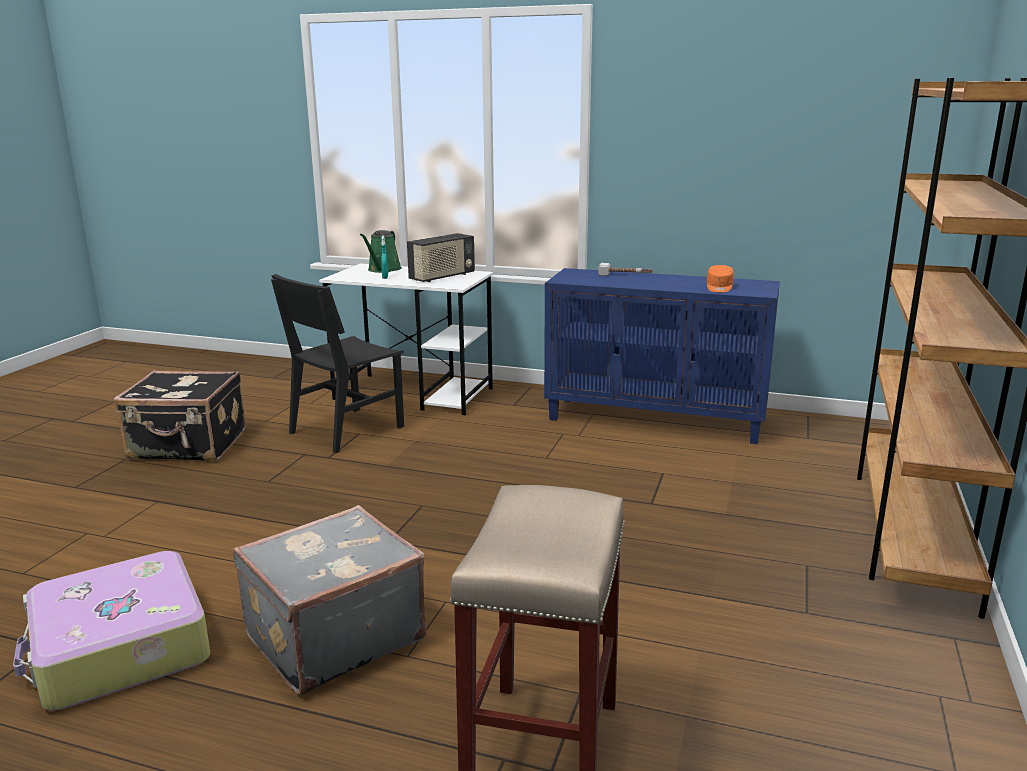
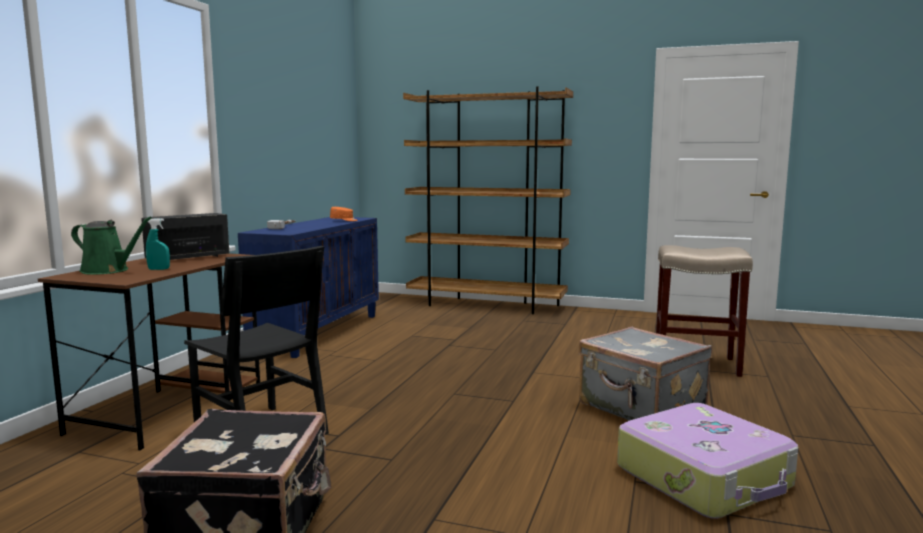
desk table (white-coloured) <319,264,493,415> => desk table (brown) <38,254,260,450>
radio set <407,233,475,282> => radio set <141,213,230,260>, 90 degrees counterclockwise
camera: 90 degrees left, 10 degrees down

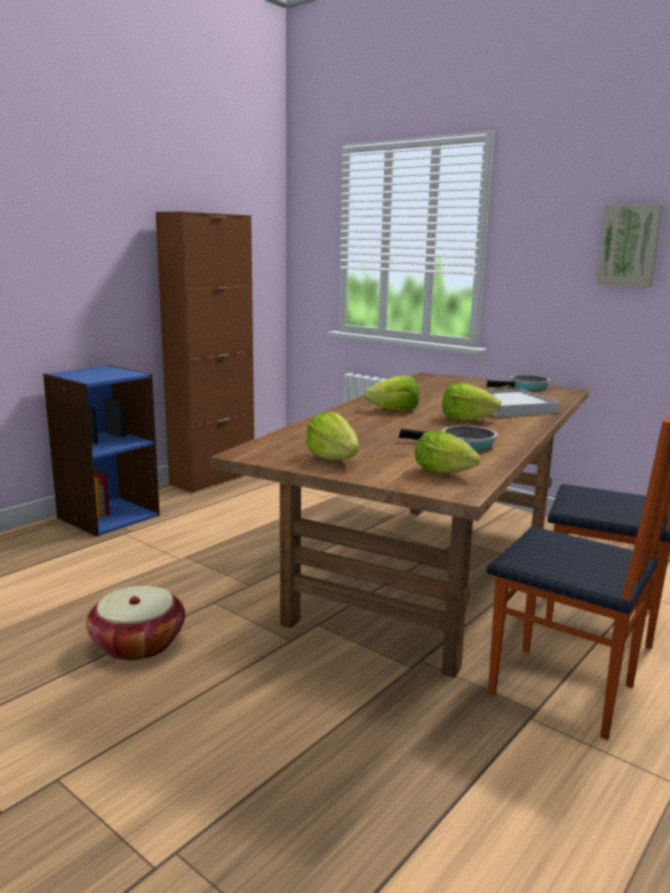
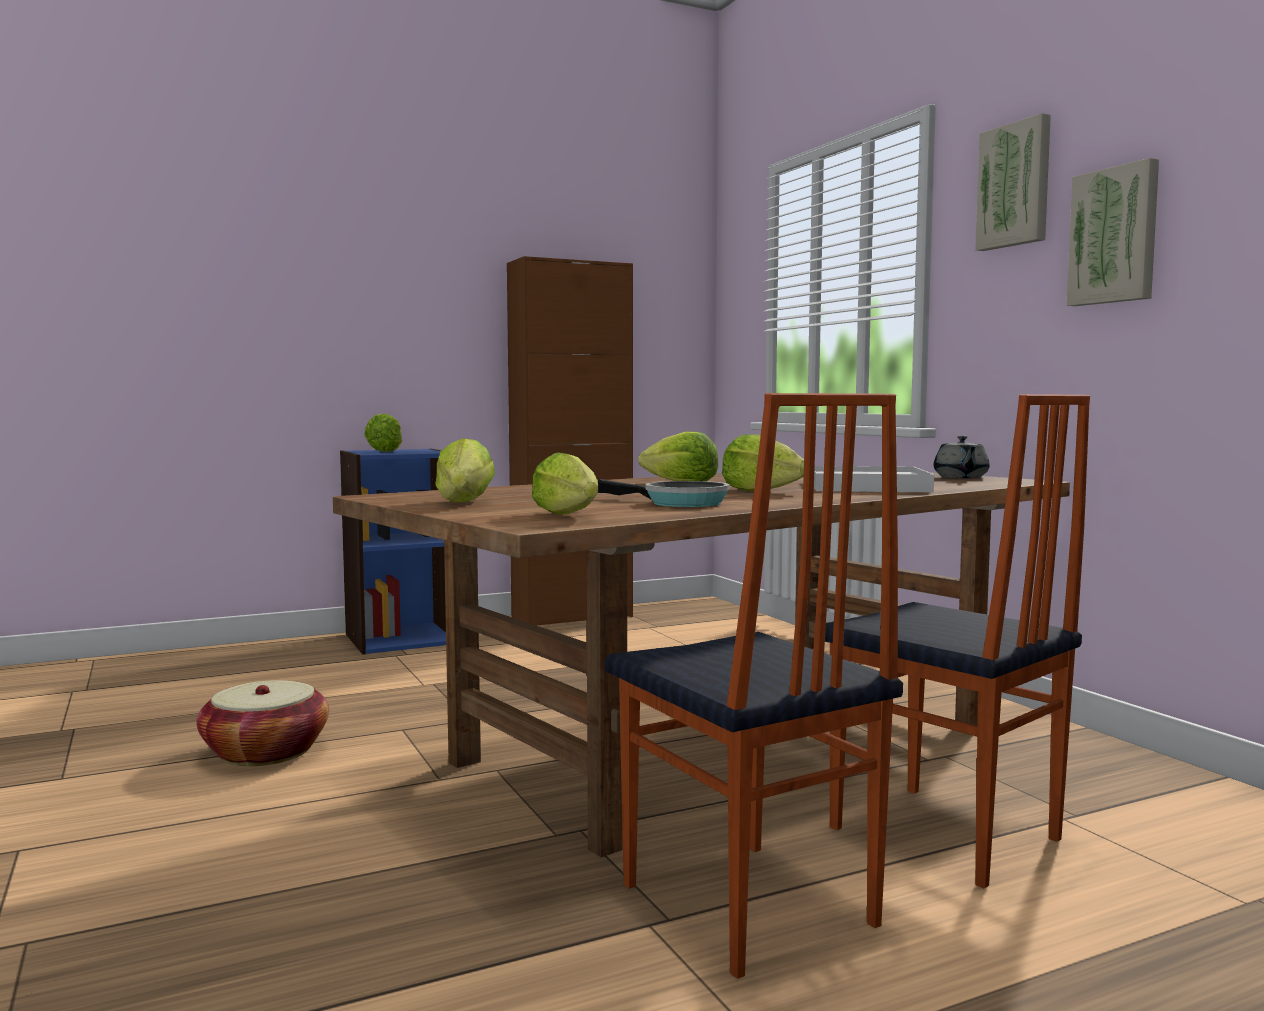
nothing => lettuce head <364,414,402,452>
pan <487,375,550,390> => teapot (grey) <934,436,990,478>
nothing => wall art <975,113,1051,251>
camera: 25 degrees right, 10 degrees down

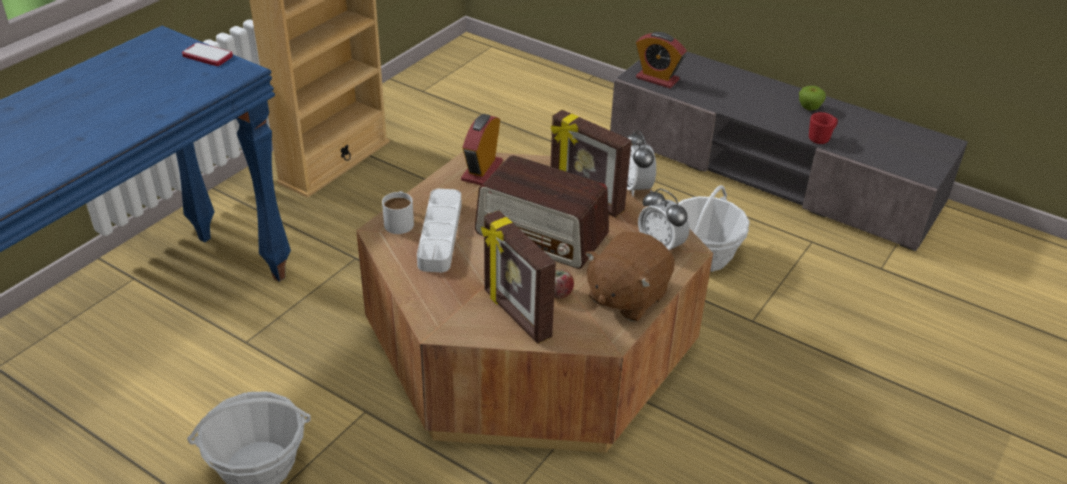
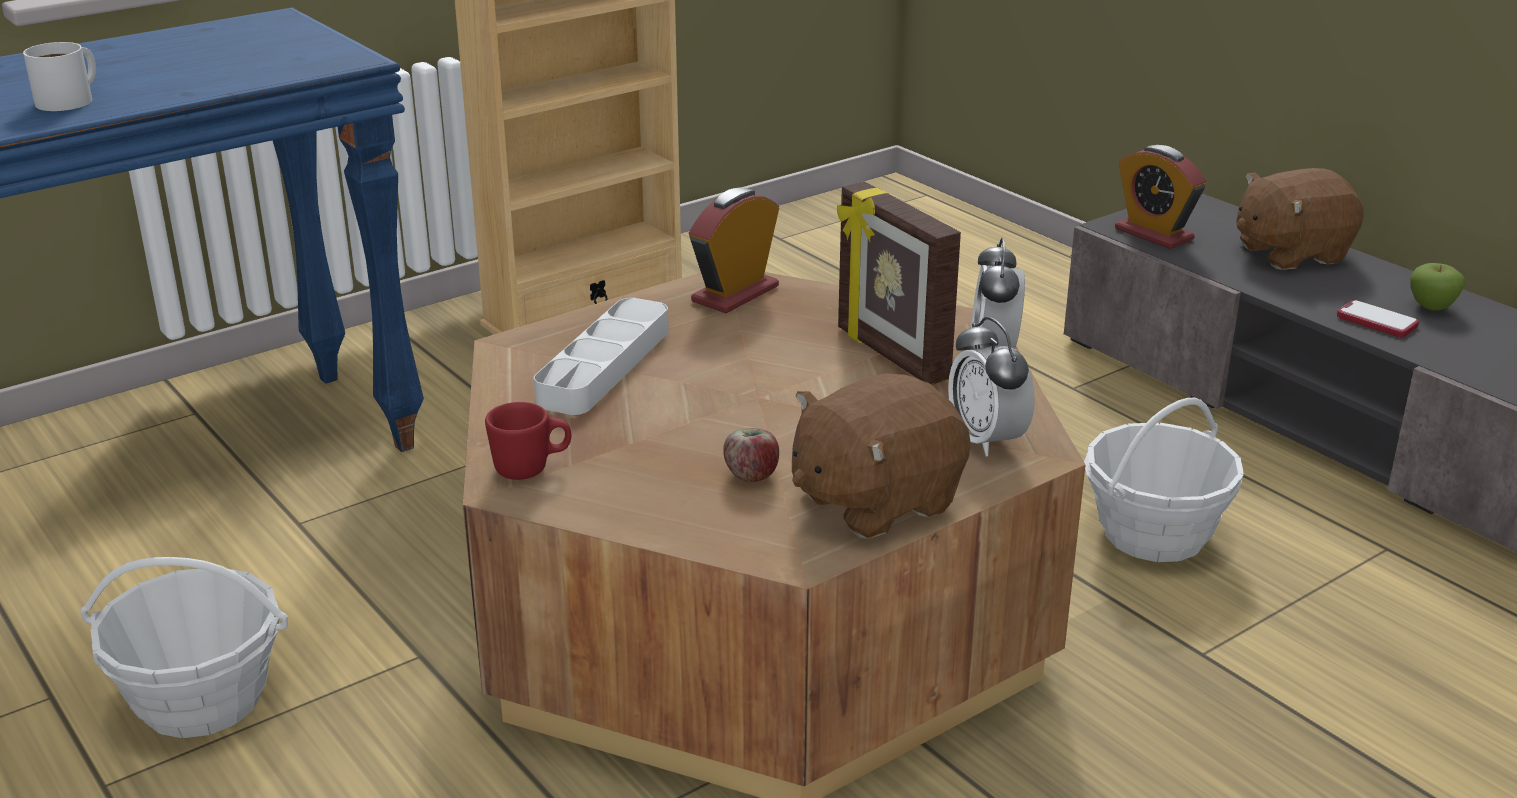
tea mug (white-coloured) <382,191,414,234> => tea mug (white-coloured) <23,42,96,111>, moved
tea mug (red-coloured) <809,112,838,144> => tea mug (red-coloured) <485,402,571,480>, moved
nothing => soft toy (brown) <1236,168,1364,270>
phone <182,43,233,66> => phone <1337,300,1419,337>, moved
radio set <475,155,609,269> => nothing
standing frame <481,210,556,344> => nothing
camera: 20 degrees right, 10 degrees down

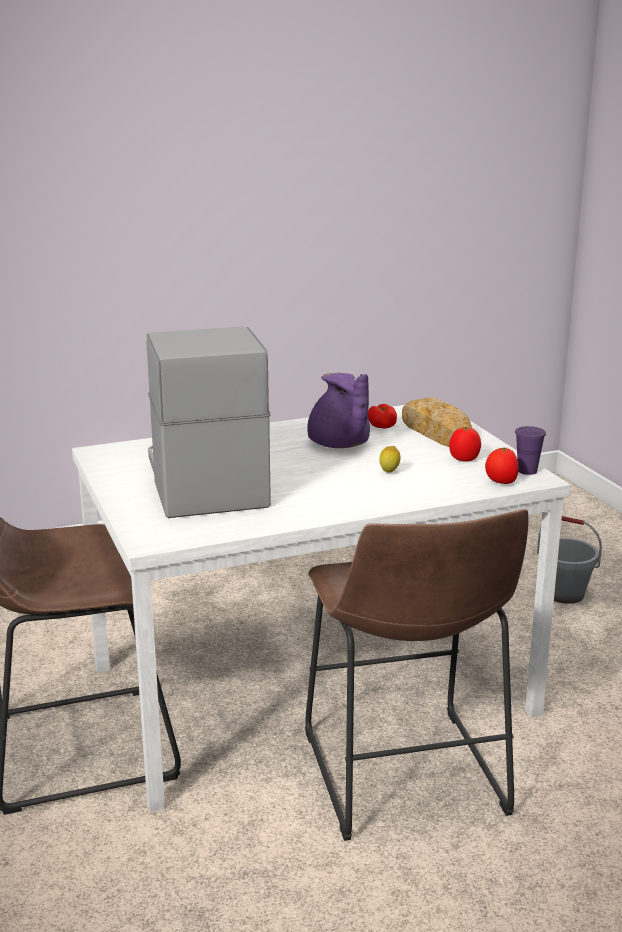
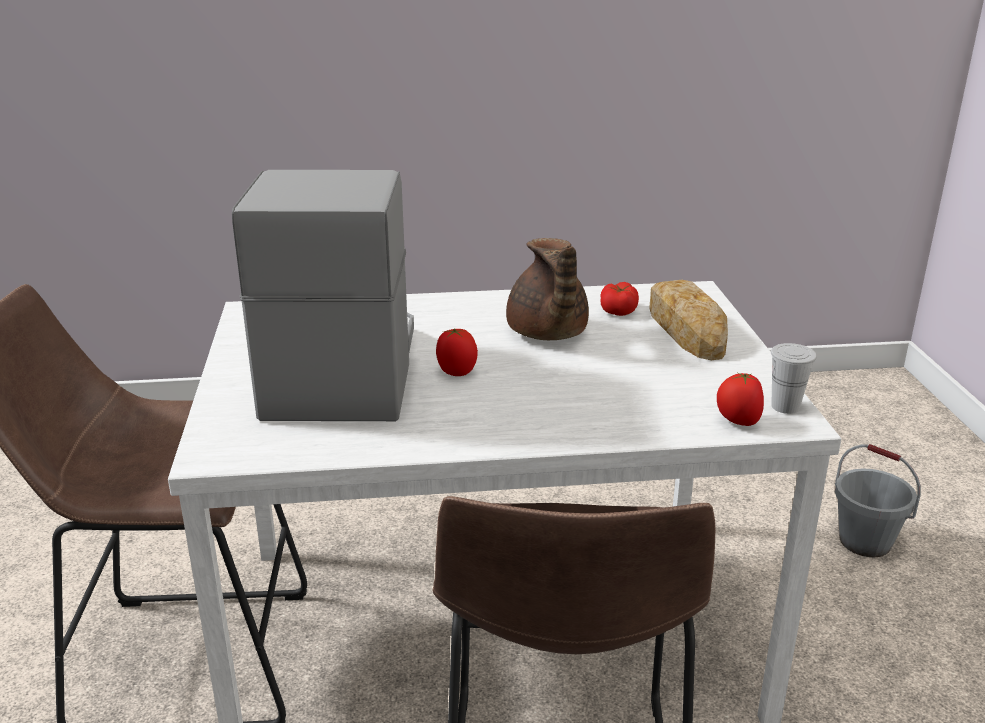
tomato <449,427,481,462> => tomato <436,328,478,376>, moved
teapot (purple-coloured) <307,373,370,448> => teapot (brown) <506,238,589,340>
small cup (purple-coloured) <515,426,546,475> => small cup (white-coloured) <771,343,817,414>
whole lemon <379,446,401,473> => nothing
camera: 15 degrees right, 5 degrees up

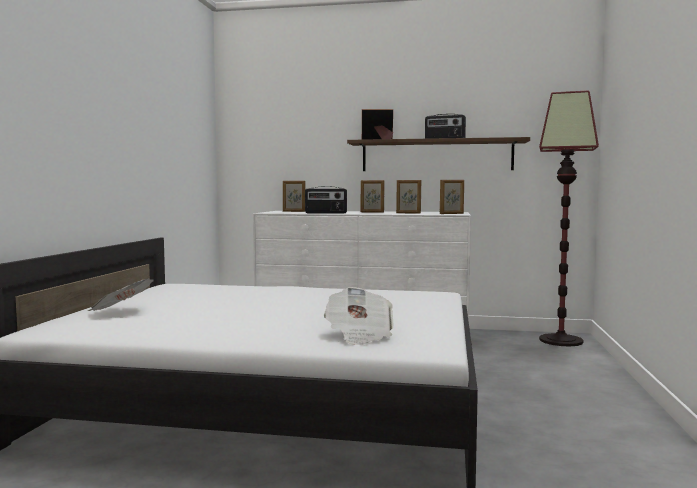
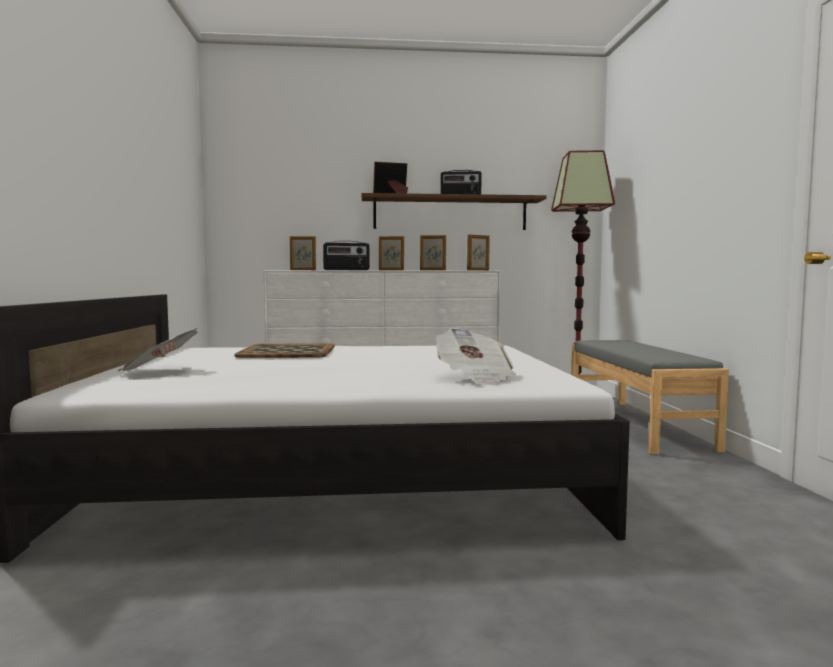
nothing => serving tray <234,343,335,358>
nothing => indoor bench (grey) <571,340,729,454>
camera: 15 degrees left, 0 degrees up

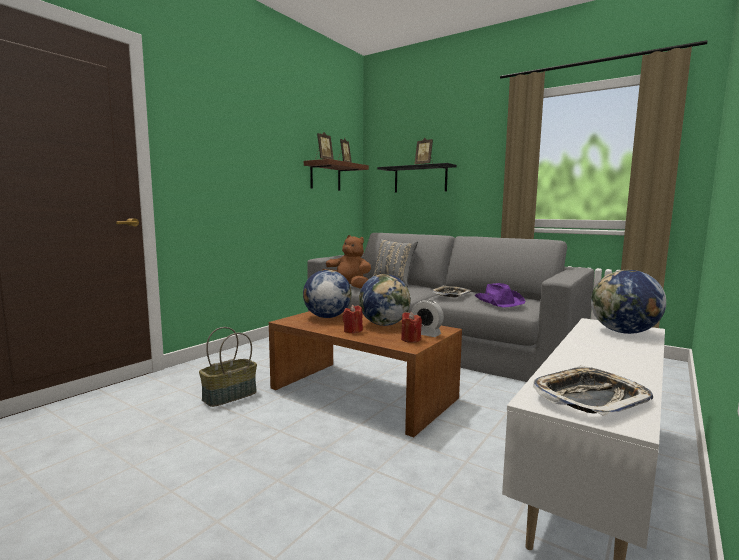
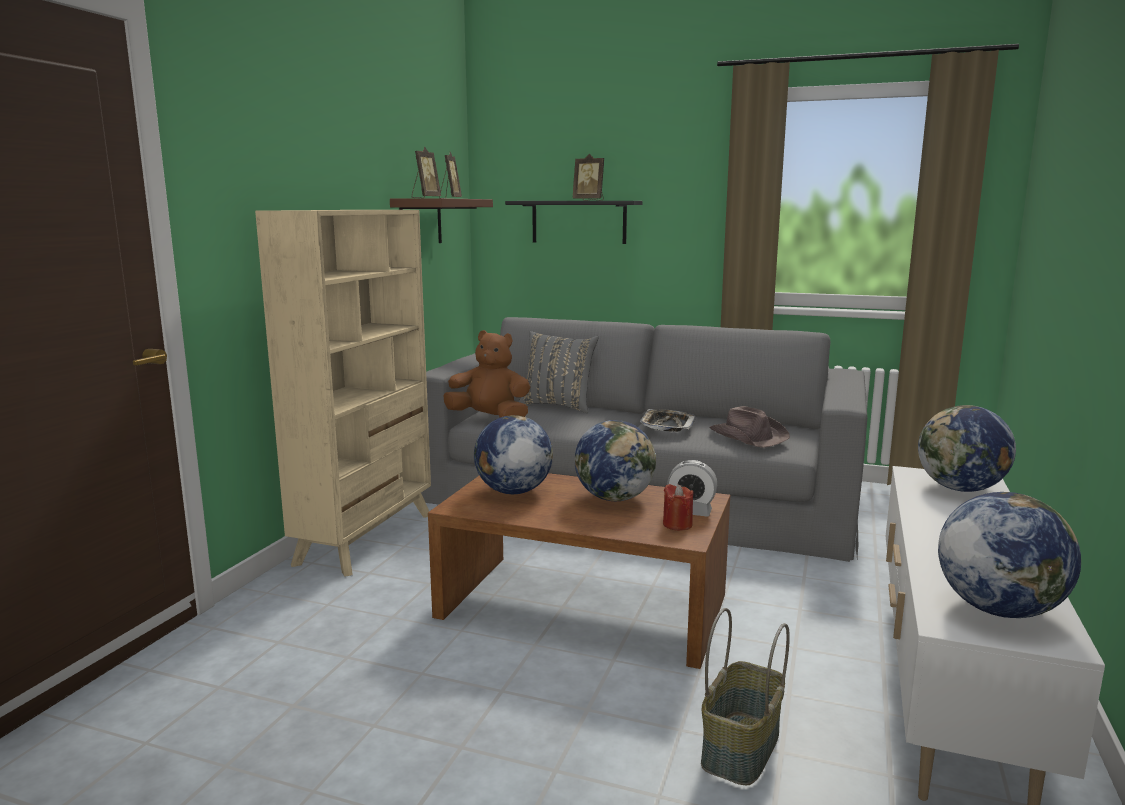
nothing => bookcase (beige-coloured) <255,210,431,576>
storage basket <199,327,257,407> => storage basket <701,608,790,786>, moved
clothing hat (purple-coloured) <475,283,525,308> => clothing hat (brown) <709,406,790,448>
serving tray <533,365,653,416> => world globe <938,492,1081,618>
candle (red-coloured) <343,305,363,334> => nothing
camera: 15 degrees left, 5 degrees up

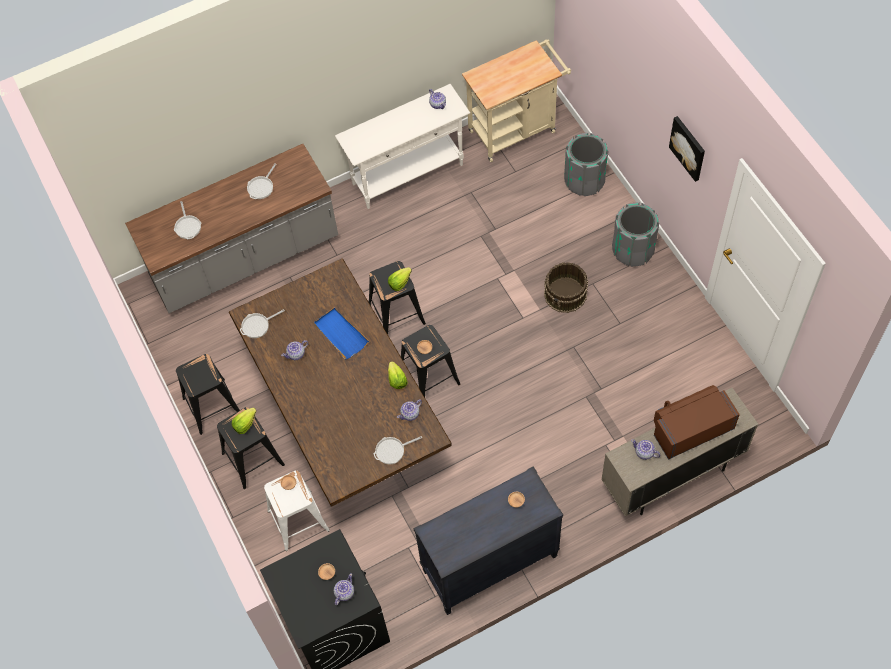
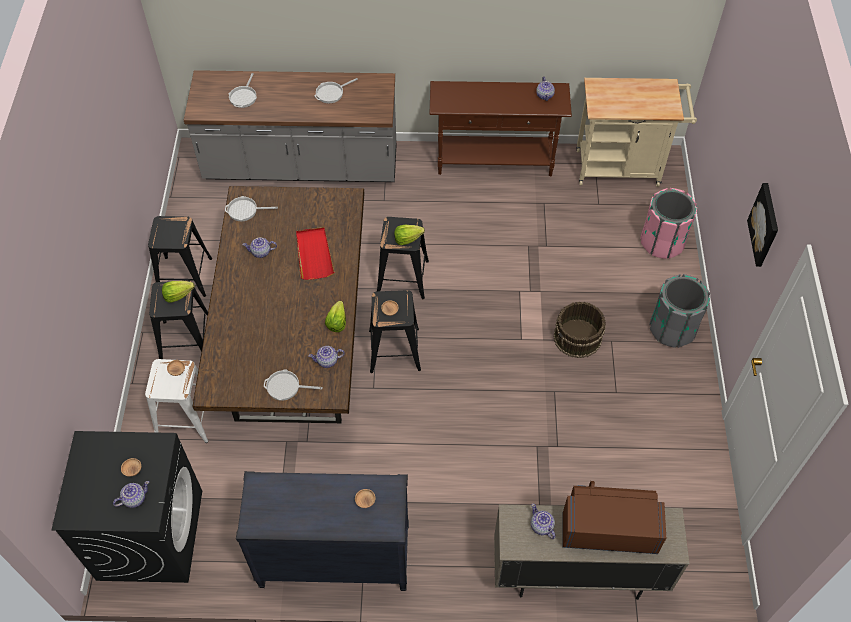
serving tray (bluish) <314,308,369,359> => serving tray (red-coloured) <296,227,334,280>
narrow table (white-coloured) <335,84,470,209> => narrow table (brown) <430,81,572,176>
trash can (grey) <564,133,608,196> => trash can (pink-coloured) <640,188,697,259>
camera: 25 degrees right, 5 degrees down

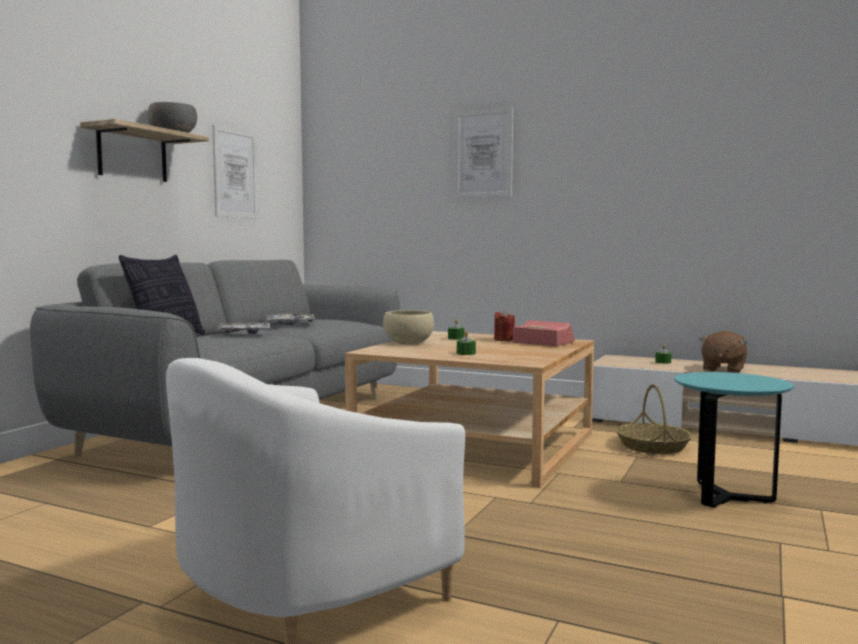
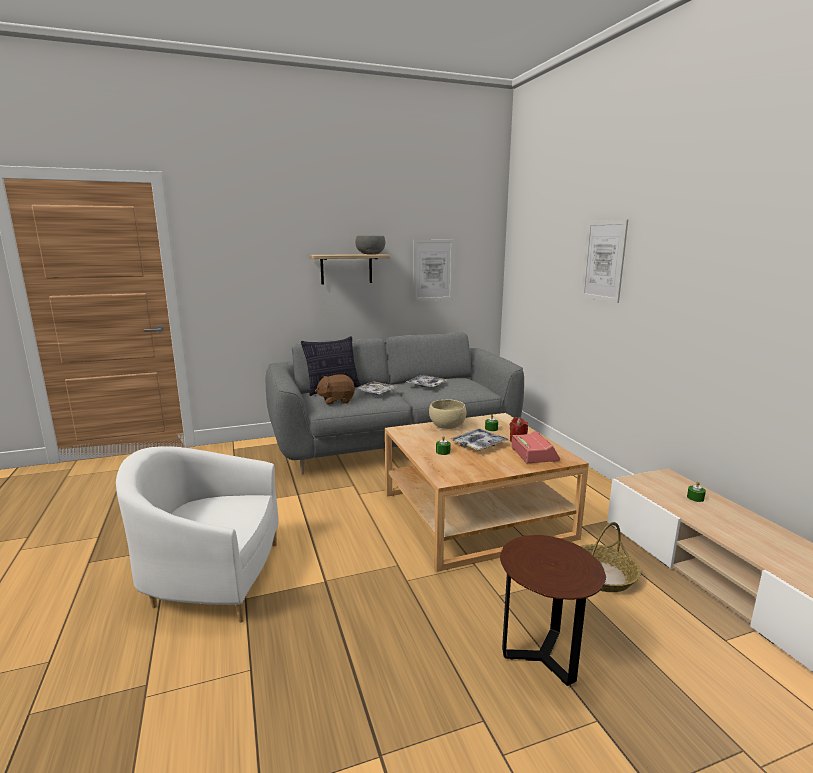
soft toy (brown) <699,331,747,373> => soft toy (brown) <315,374,355,405>, moved
nothing => serving tray <450,429,509,451>
side table (turquoise-coloured) <674,372,794,508> => side table (brown) <500,535,606,686>
camera: 45 degrees right, 10 degrees up

